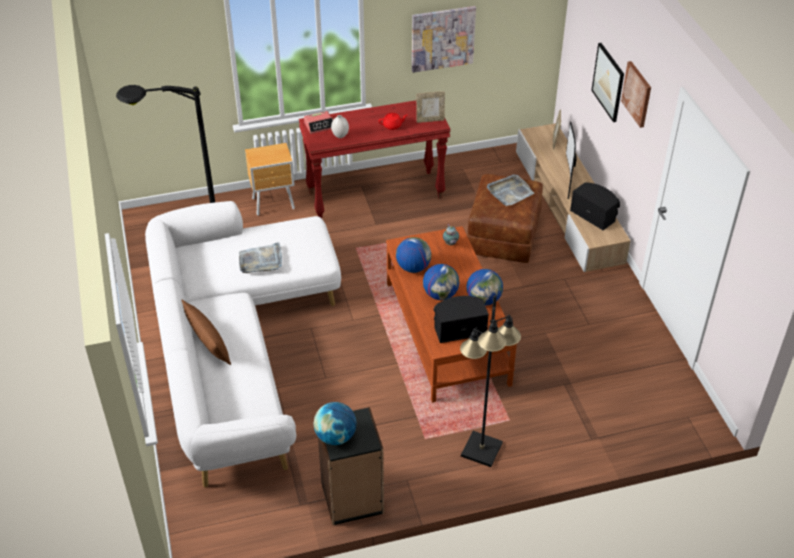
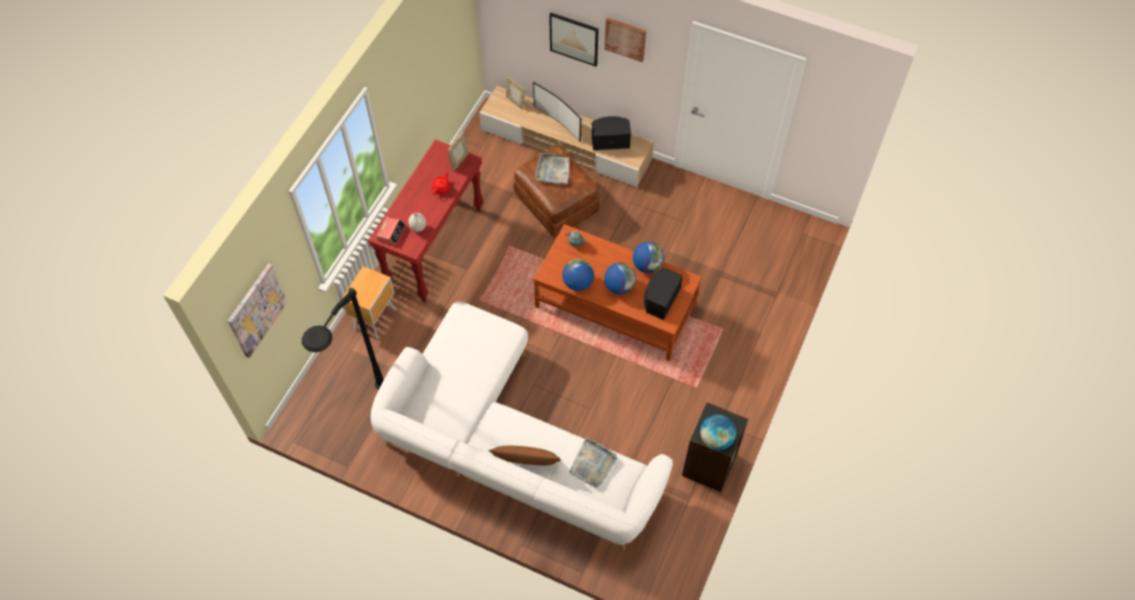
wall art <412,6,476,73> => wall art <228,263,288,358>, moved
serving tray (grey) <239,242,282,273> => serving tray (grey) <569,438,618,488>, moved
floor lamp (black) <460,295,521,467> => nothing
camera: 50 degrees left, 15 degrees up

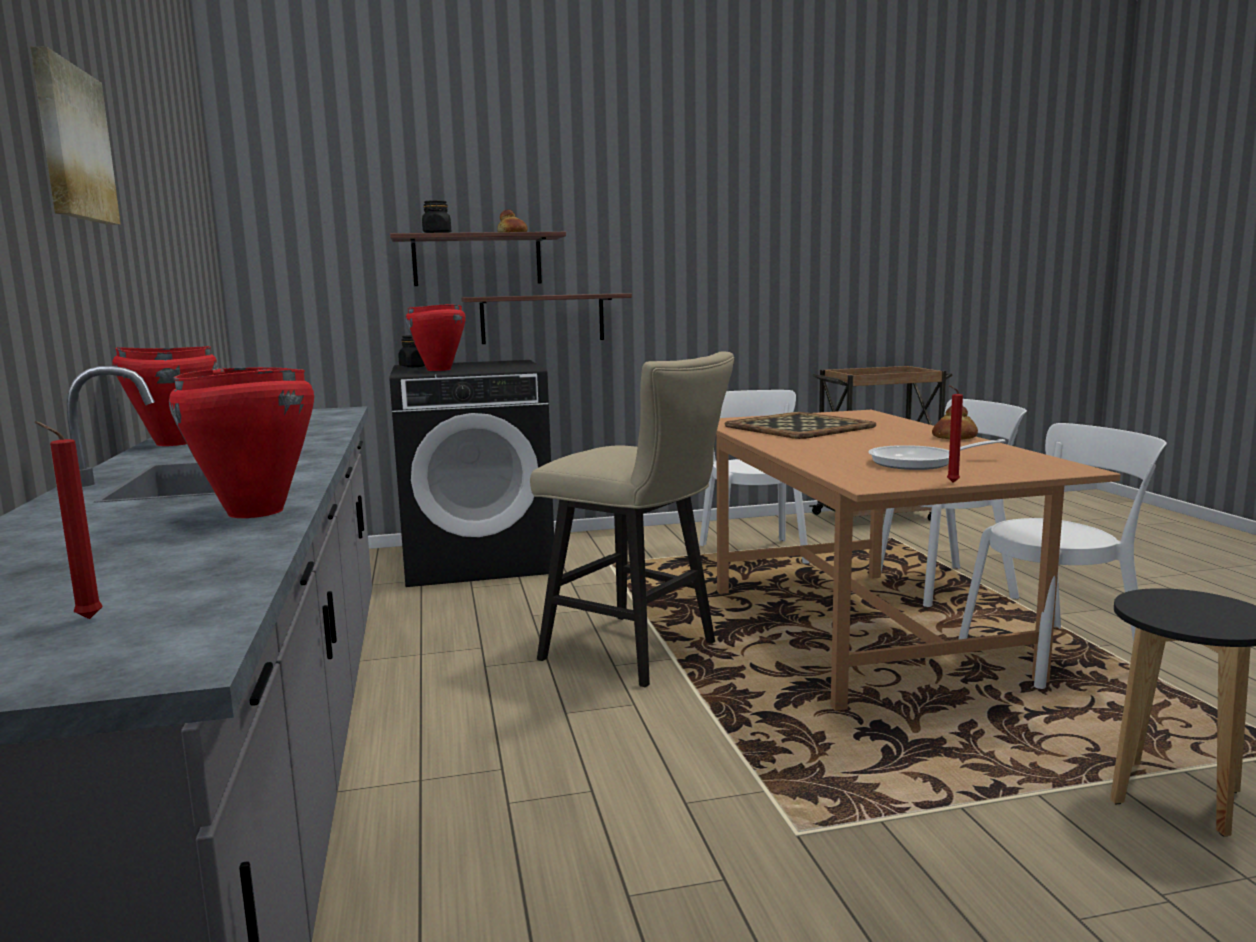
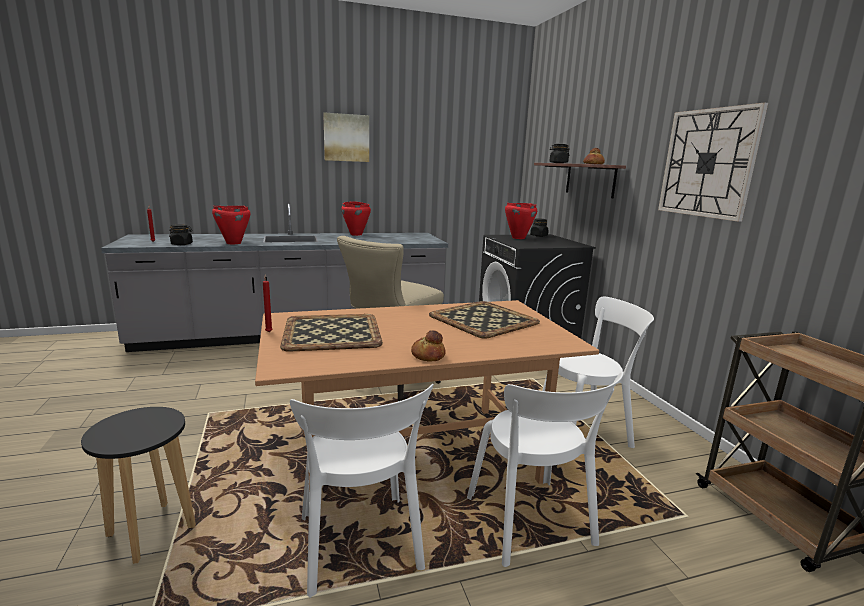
nothing => preserve jar (black) <169,224,193,245>
pan <868,439,1005,470> => serving tray <280,314,383,352>
nothing => wall clock <658,103,768,222>
bracket shelf <461,293,632,344> => nothing
camera: 85 degrees right, 5 degrees up

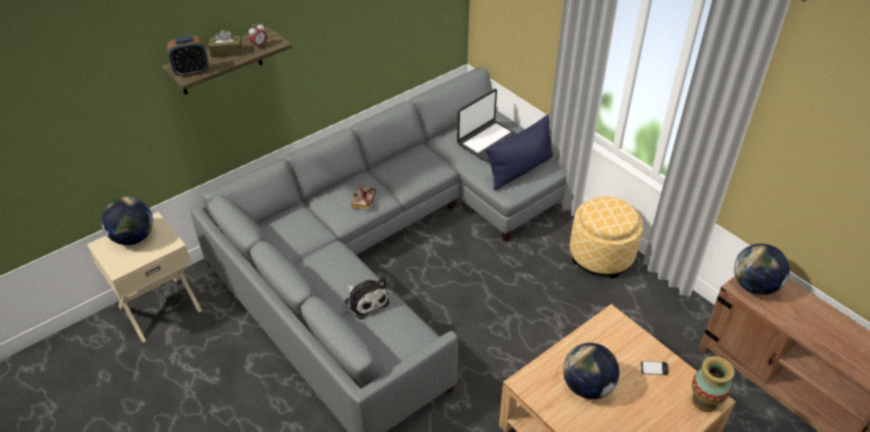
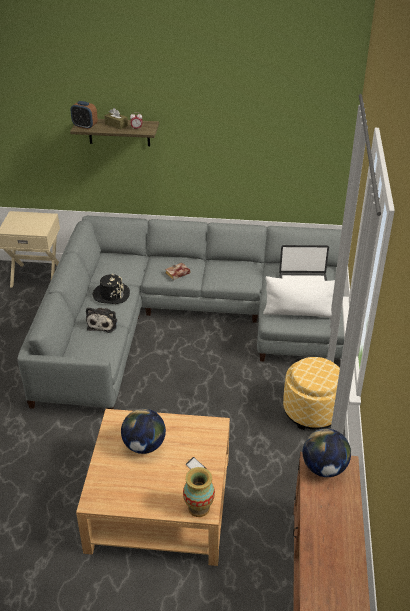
nothing => clothing hat (black) <93,274,130,304>
cushion (bluish) <486,115,553,191> => cushion (white-coloured) <263,276,335,317>
world globe <101,197,153,245> => nothing
camera: 45 degrees right, 5 degrees down

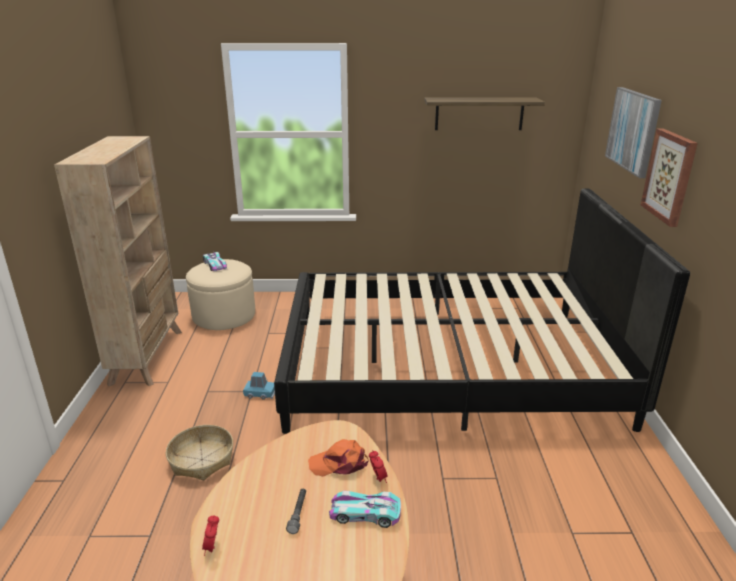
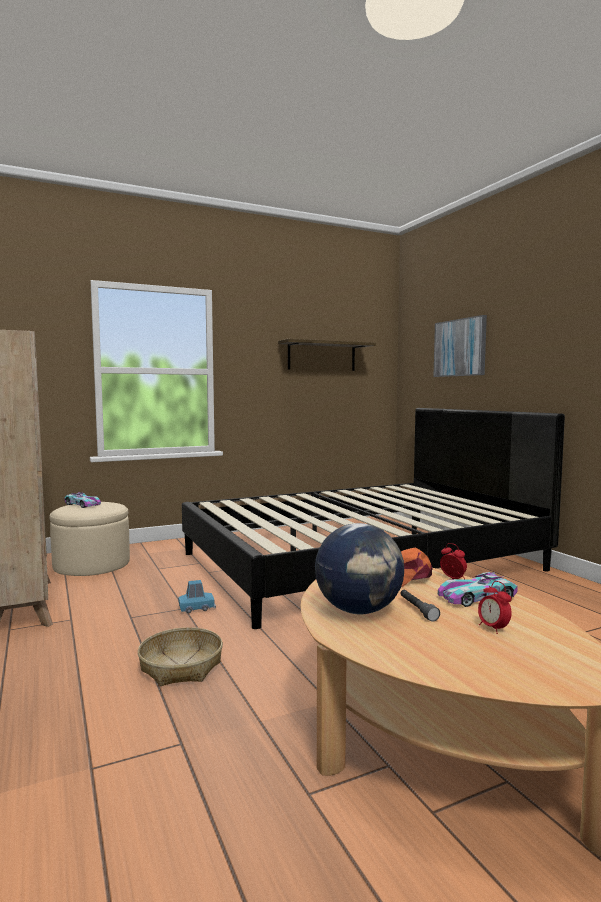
nothing => world globe <315,523,404,614>
bedside clock <202,516,219,556> => bedside clock <478,581,512,634>, moved
wall art <641,129,698,227> => nothing
camera: 25 degrees left, 20 degrees down

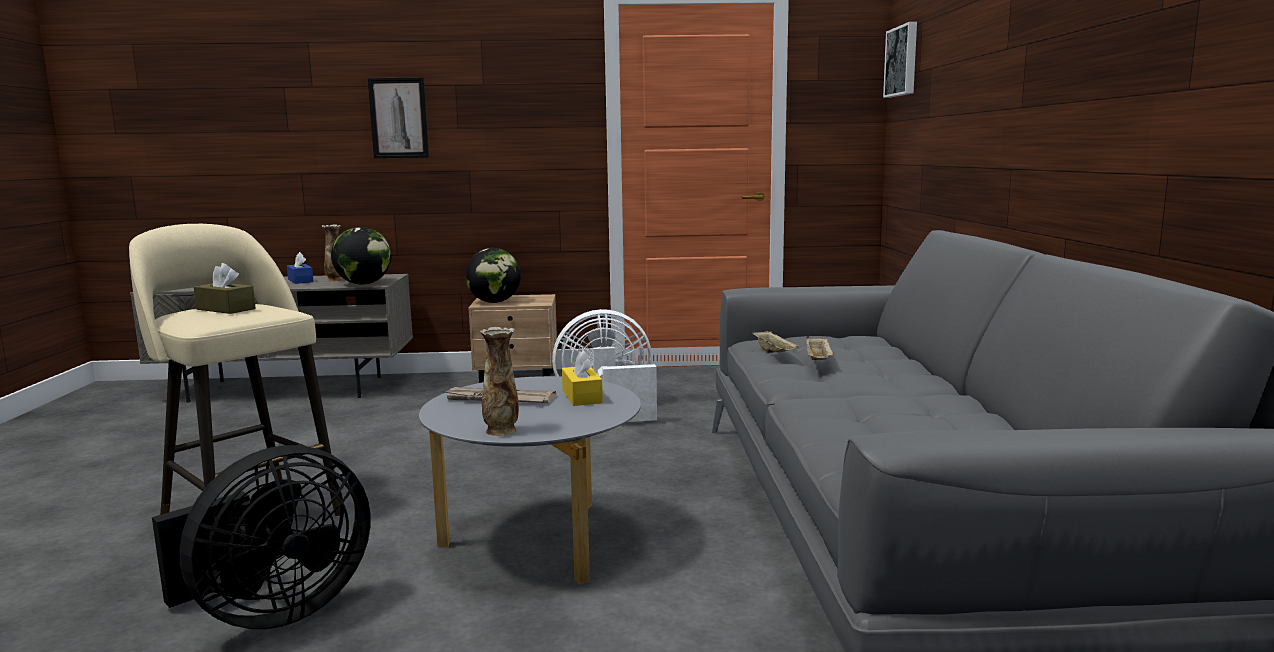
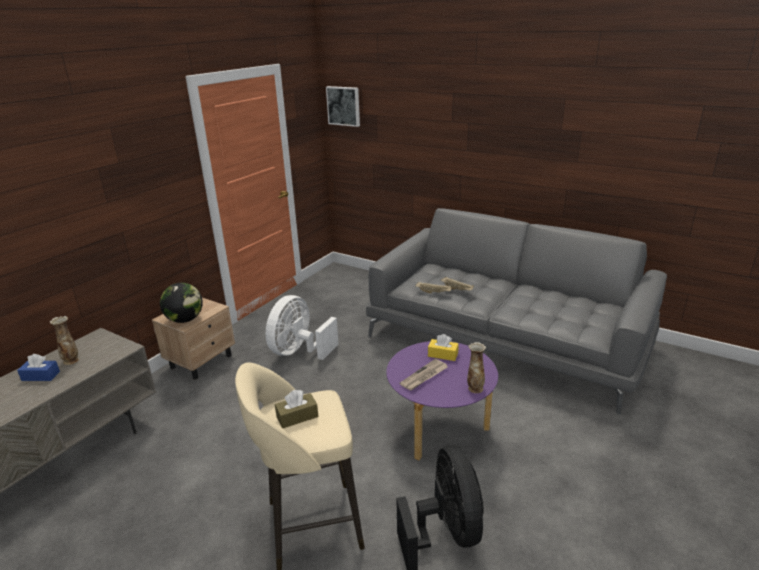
coffee table (grey) <419,376,641,585> => coffee table (purple-coloured) <386,341,498,460>
world globe <331,227,391,284> => nothing
wall art <368,77,429,158> => nothing
camera: 55 degrees left, 15 degrees up

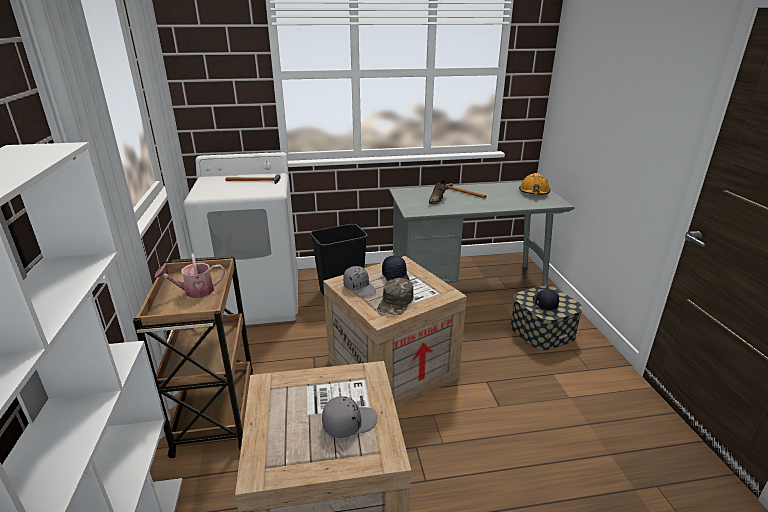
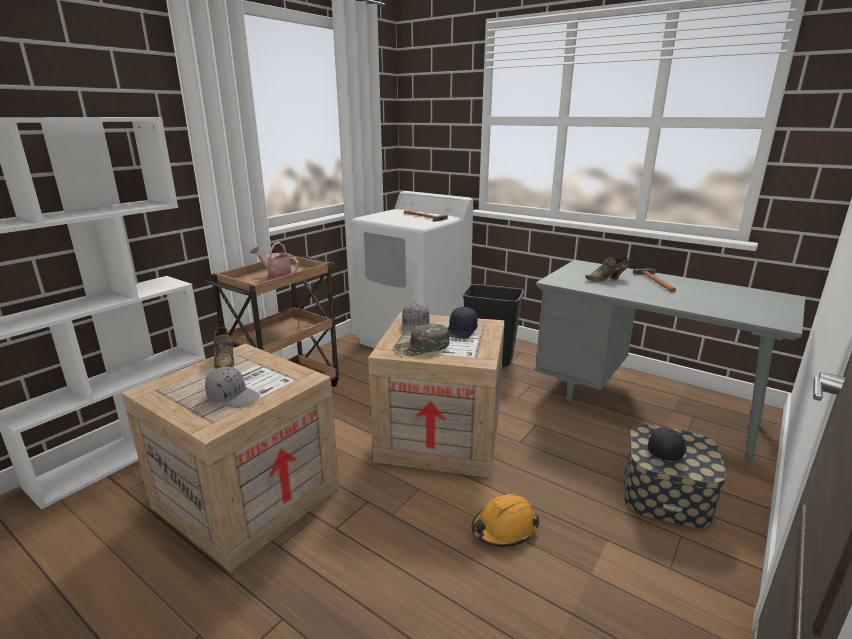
nothing => shoe (brown) <213,327,235,369>
safety helmet (orange-coloured) <519,173,550,195> => safety helmet (orange-coloured) <472,494,539,547>, moved
camera: 45 degrees right, 5 degrees down

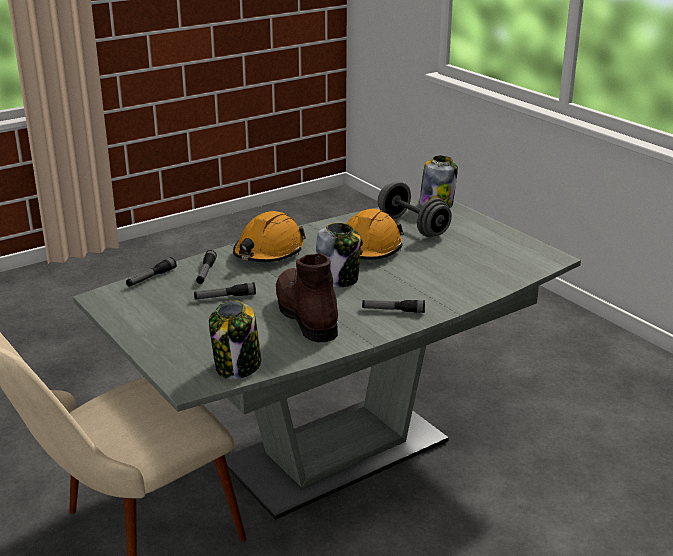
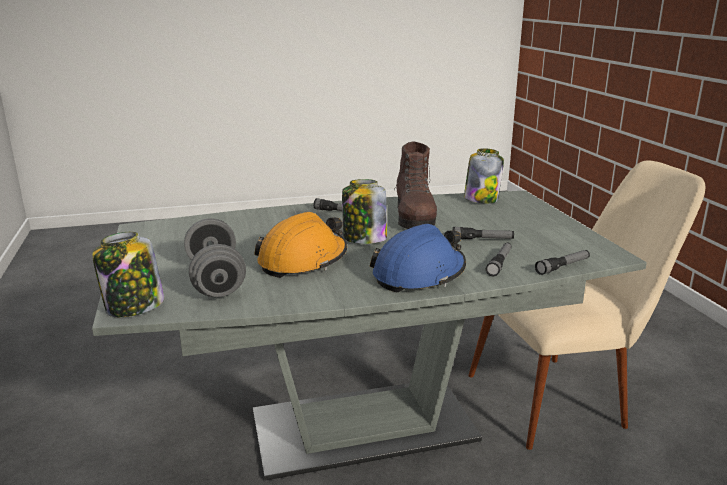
safety helmet (orange-coloured) <233,211,306,262> => safety helmet (bluish) <370,224,466,292>
camera: 160 degrees left, 5 degrees down

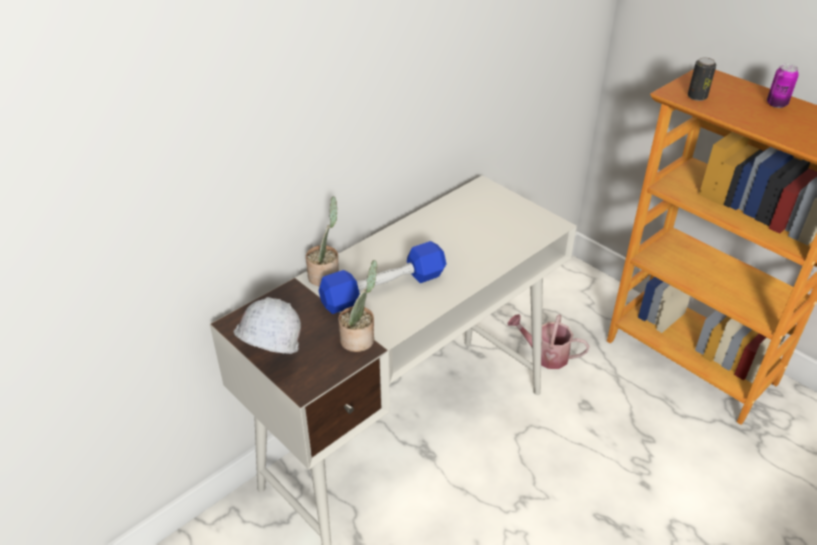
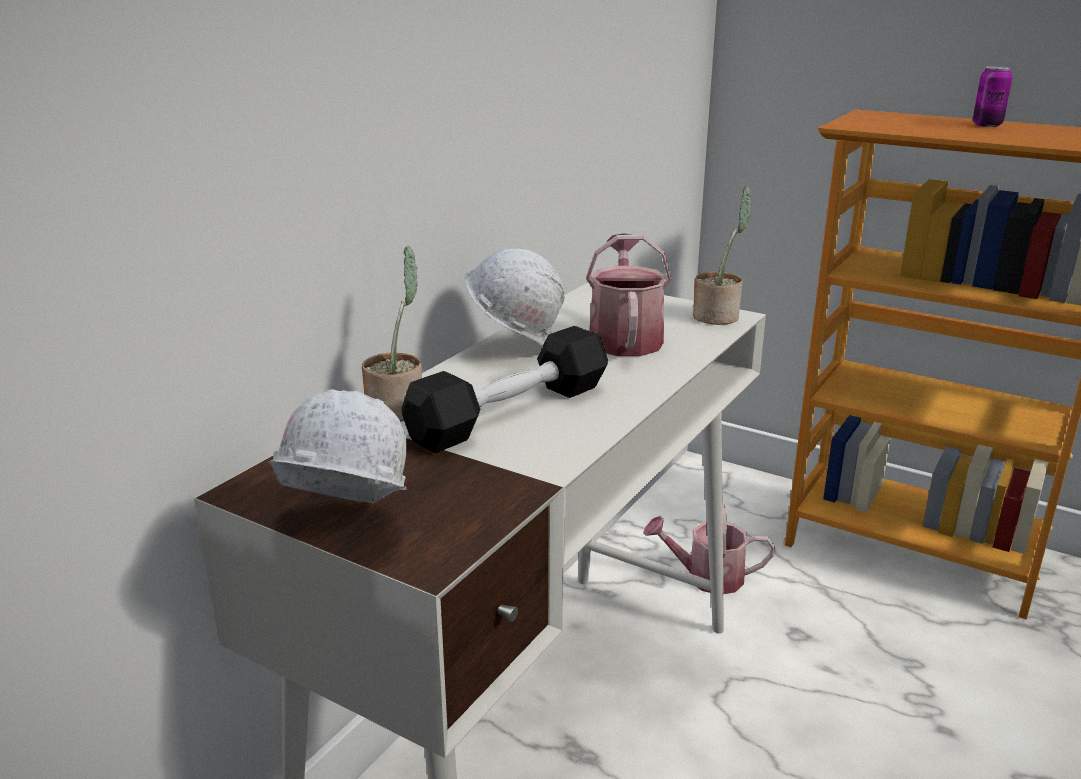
dumbbell (bluish) <319,241,446,314> => dumbbell (black) <401,326,608,453>
nothing => safety helmet (white-coloured) <464,248,565,346>
nothing => sprinkling can <586,233,672,356>
plant in a pot <338,260,377,352> => plant in a pot <693,186,752,325>, moved
metal can <688,57,716,101> => nothing
camera: 15 degrees left, 15 degrees down

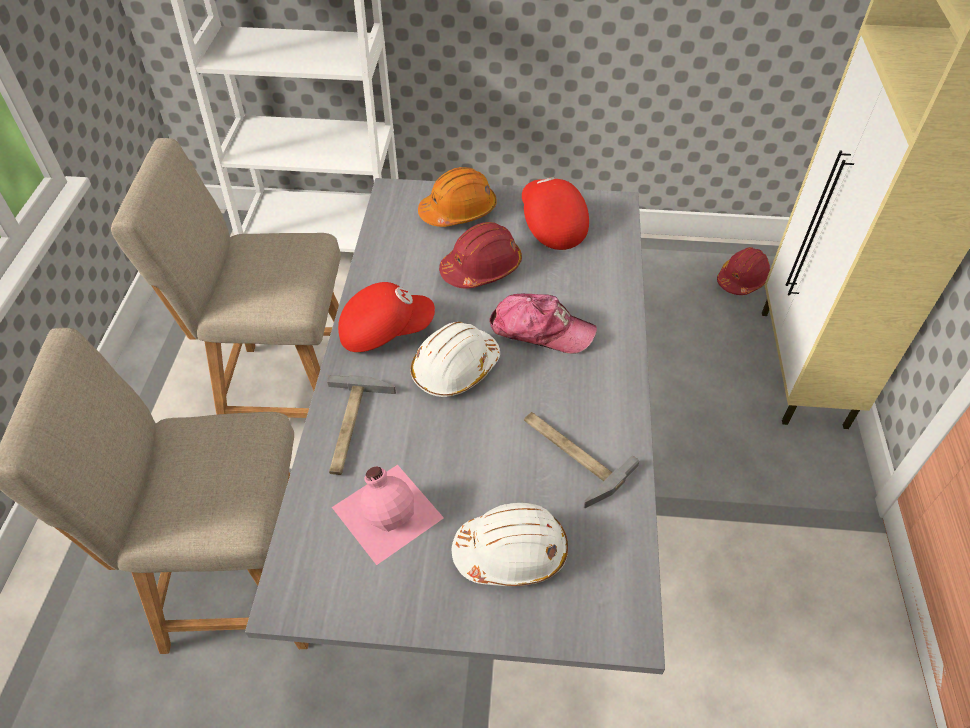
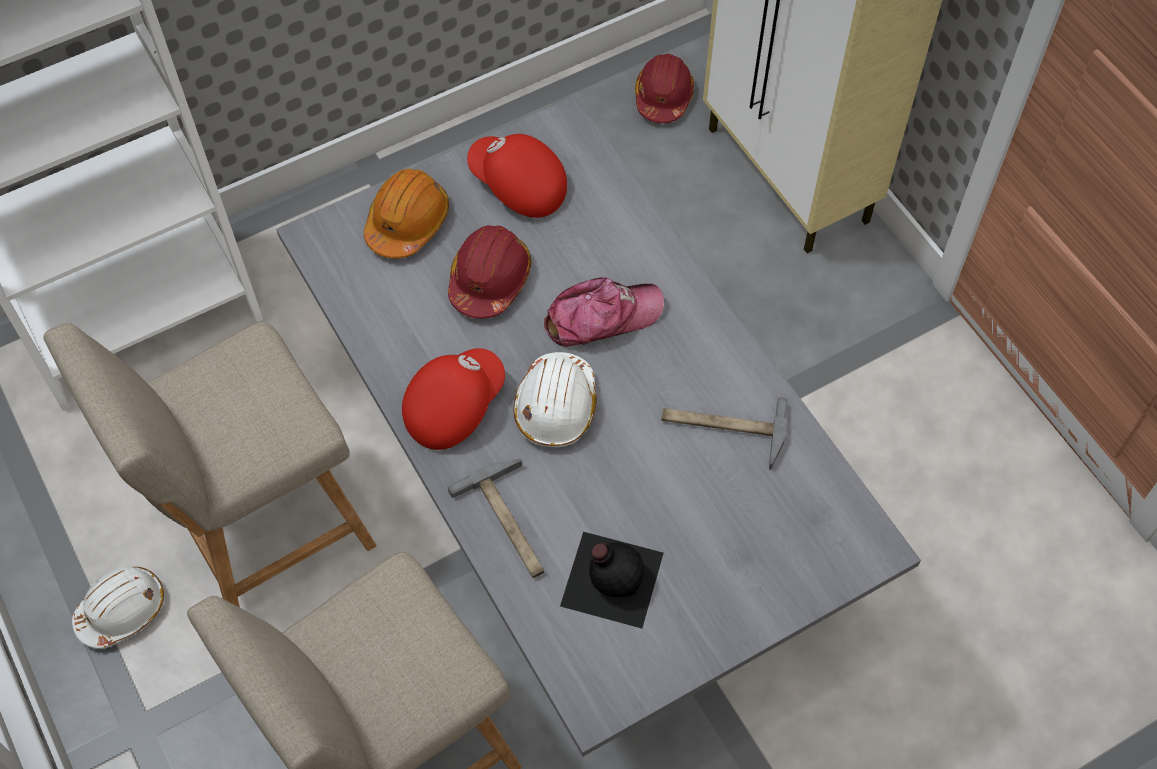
safety helmet (white-coloured) <452,503,568,586> => safety helmet (white-coloured) <72,566,165,649>, moved
drink bottle (pink-coloured) <332,465,444,565> => drink bottle (black) <560,532,664,628>
camera: 35 degrees left, 10 degrees up

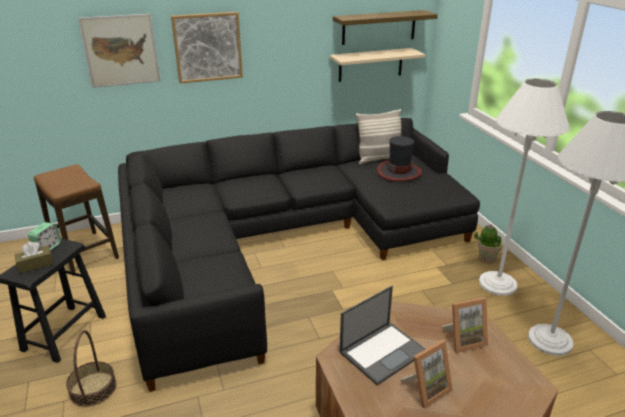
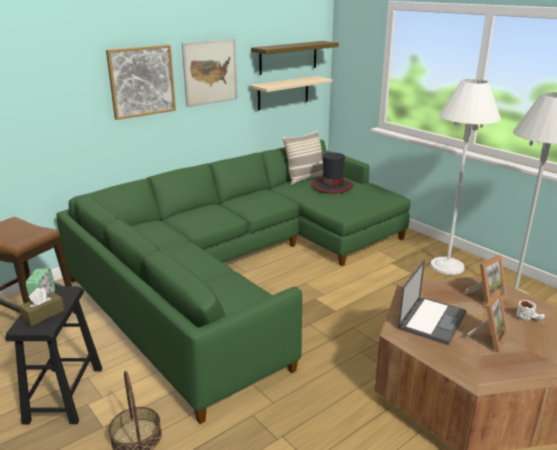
couch (black) <118,118,480,392> => couch (greenish) <56,140,411,424>
wall art <78,14,161,88> => wall art <182,39,237,107>, moved
nothing => tea mug (white-coloured) <517,300,545,321>
plant in a pot <474,224,503,263> => nothing
camera: 20 degrees left, 5 degrees down

